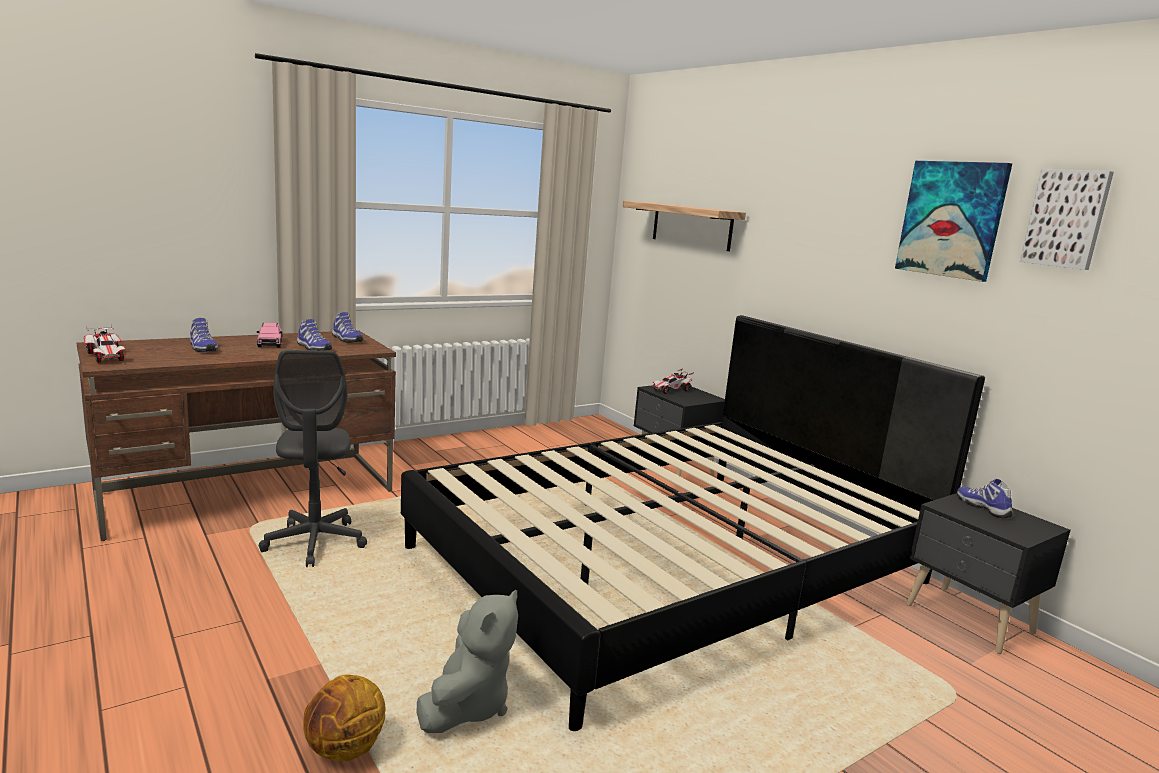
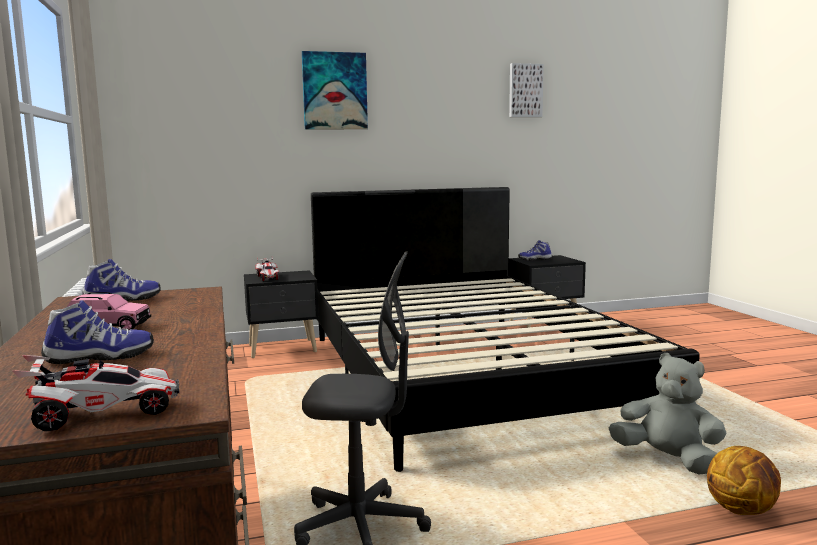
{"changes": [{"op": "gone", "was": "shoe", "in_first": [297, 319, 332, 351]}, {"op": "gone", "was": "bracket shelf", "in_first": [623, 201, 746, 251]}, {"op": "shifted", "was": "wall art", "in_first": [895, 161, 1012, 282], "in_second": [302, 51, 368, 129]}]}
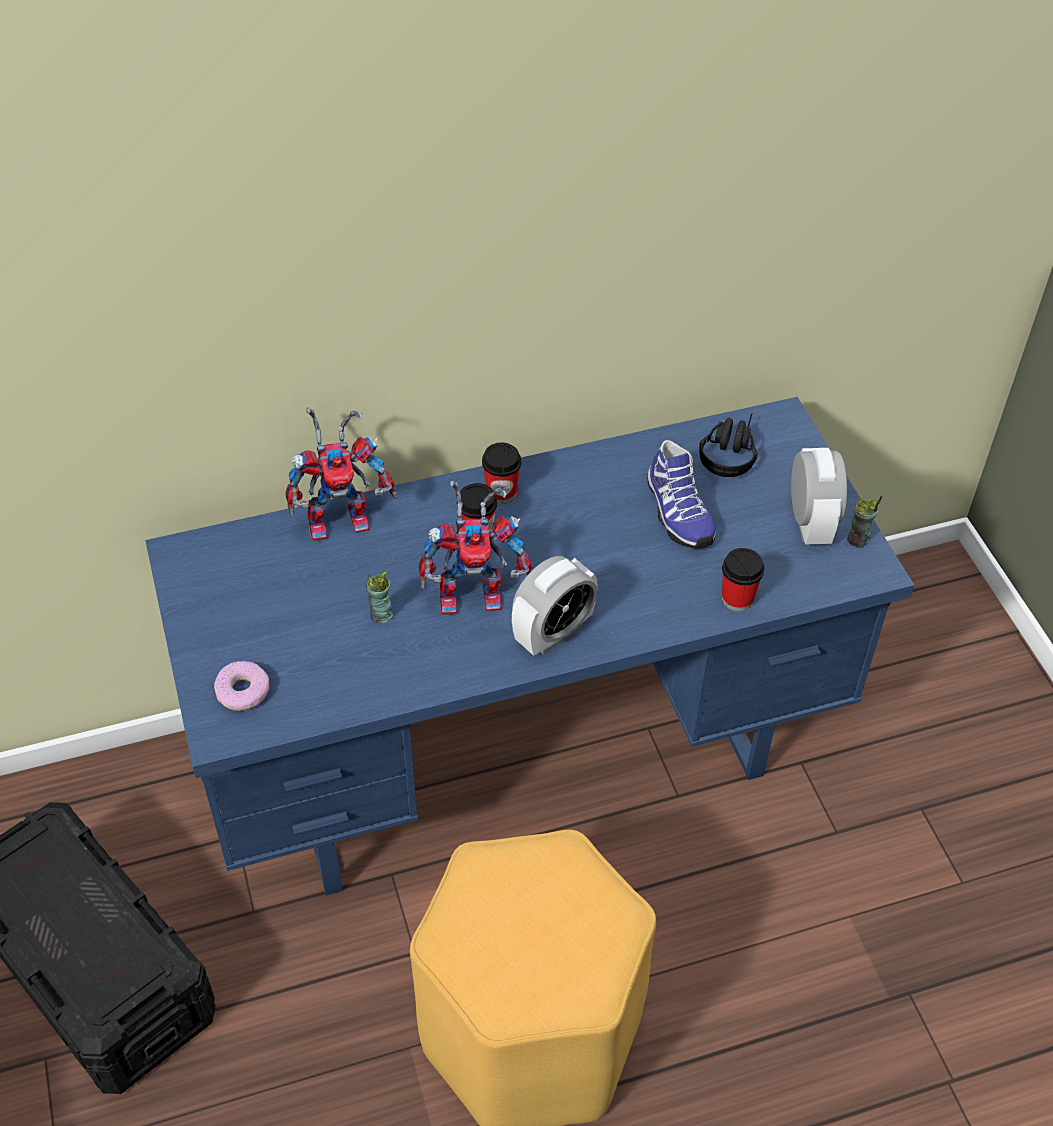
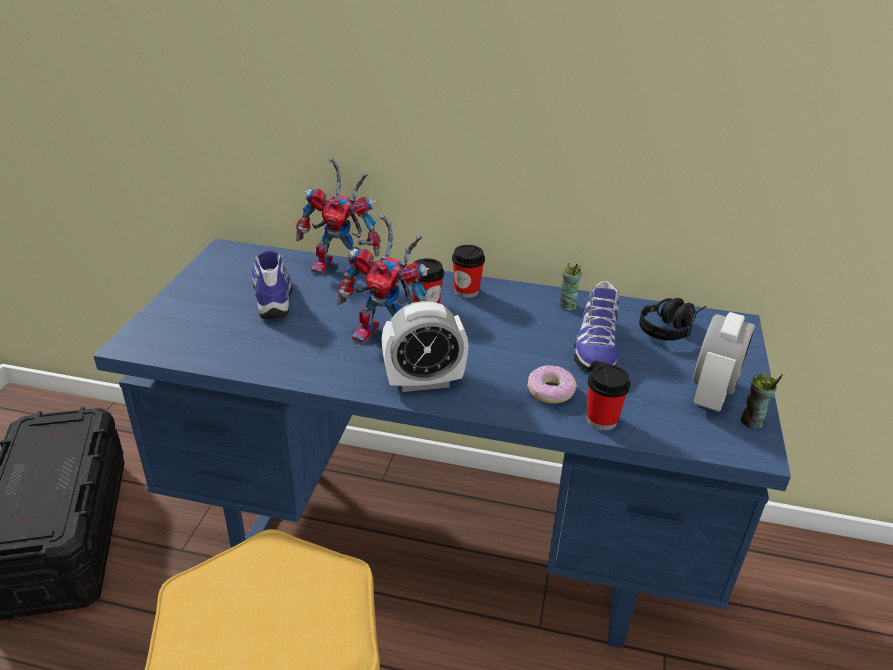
{"changes": [{"op": "shifted", "was": "donut", "in_first": [214, 661, 269, 711], "in_second": [527, 365, 577, 403]}, {"op": "shifted", "was": "small cup", "in_first": [366, 572, 393, 624], "in_second": [559, 263, 583, 311]}, {"op": "new", "now": "shoe", "in_second": [252, 250, 293, 320]}]}
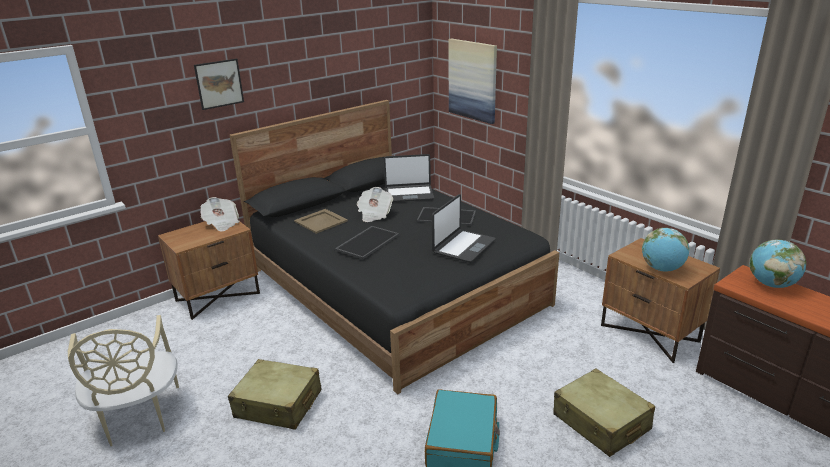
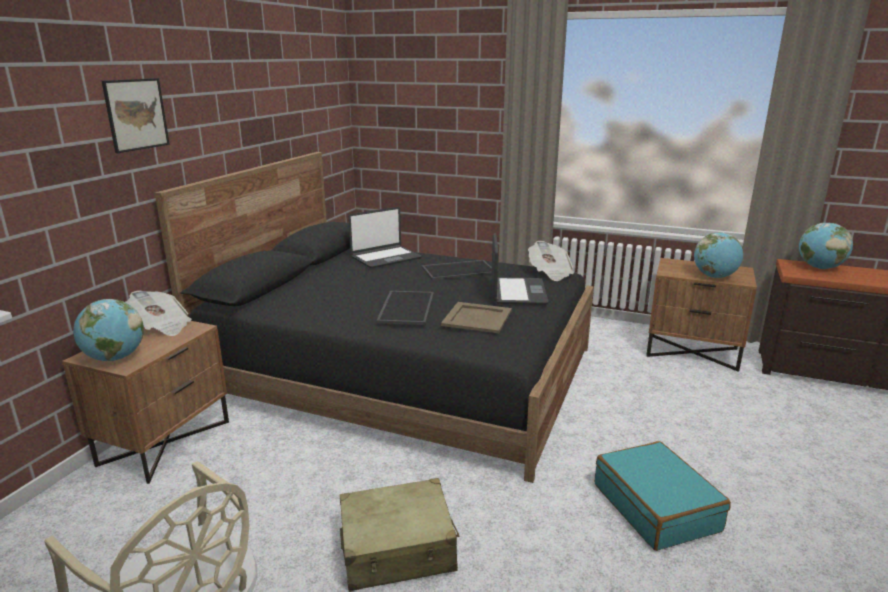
{"changes": [{"op": "shifted", "was": "serving tray (beige-coloured)", "in_first": [294, 209, 348, 234], "in_second": [441, 302, 512, 333]}, {"op": "shifted", "was": "newspaper", "in_first": [357, 187, 393, 222], "in_second": [528, 241, 574, 281]}, {"op": "gone", "was": "wall art", "in_first": [448, 38, 497, 124]}, {"op": "gone", "was": "suitcase (beige-coloured)", "in_first": [553, 368, 655, 457]}, {"op": "new", "now": "desk globe", "in_second": [73, 299, 144, 361]}]}
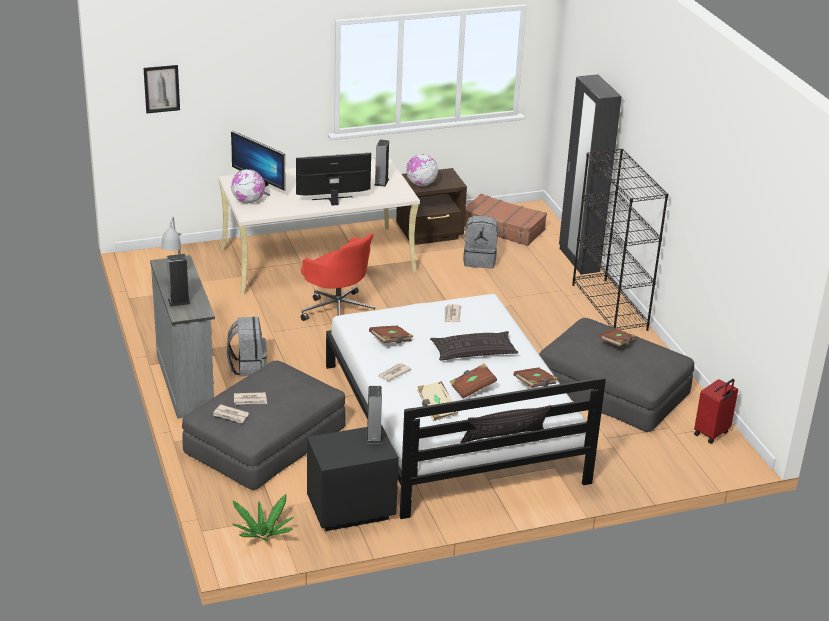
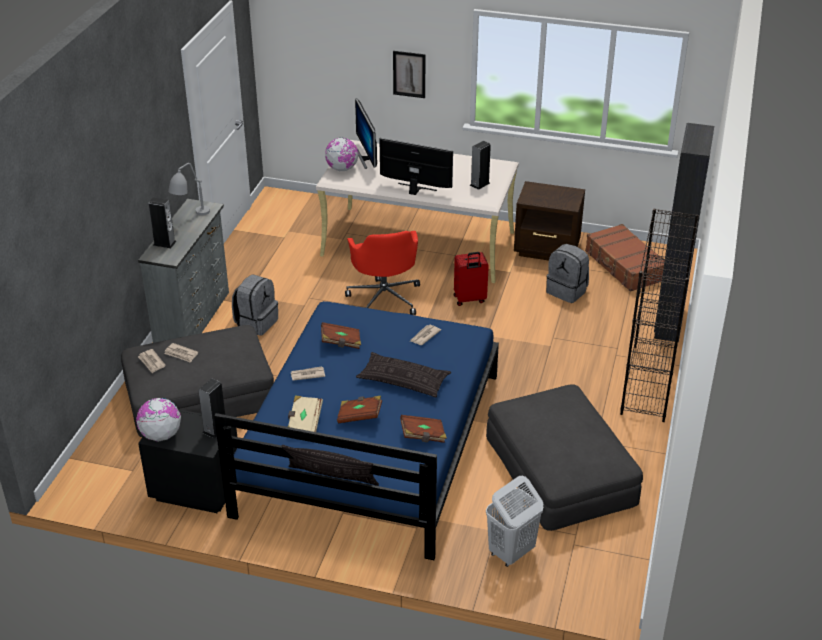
{"changes": [{"op": "shifted", "was": "wall art", "in_first": [144, 65, 180, 113], "in_second": [393, 51, 426, 98]}, {"op": "gone", "was": "potted plant", "in_first": [232, 494, 293, 541]}, {"op": "repainted", "was": "bed (white)", "now": "bed (blue)", "in_first": [326, 294, 606, 519], "in_second": [214, 301, 499, 560]}, {"op": "shifted", "was": "desk globe", "in_first": [406, 154, 438, 186], "in_second": [136, 398, 181, 442]}, {"op": "gone", "was": "bound book (brownish)", "in_first": [599, 328, 636, 347]}, {"op": "shifted", "was": "suitcase (reddish)", "in_first": [694, 379, 738, 444], "in_second": [454, 252, 489, 306]}, {"op": "new", "now": "hamper (white)", "in_second": [486, 476, 543, 567]}]}
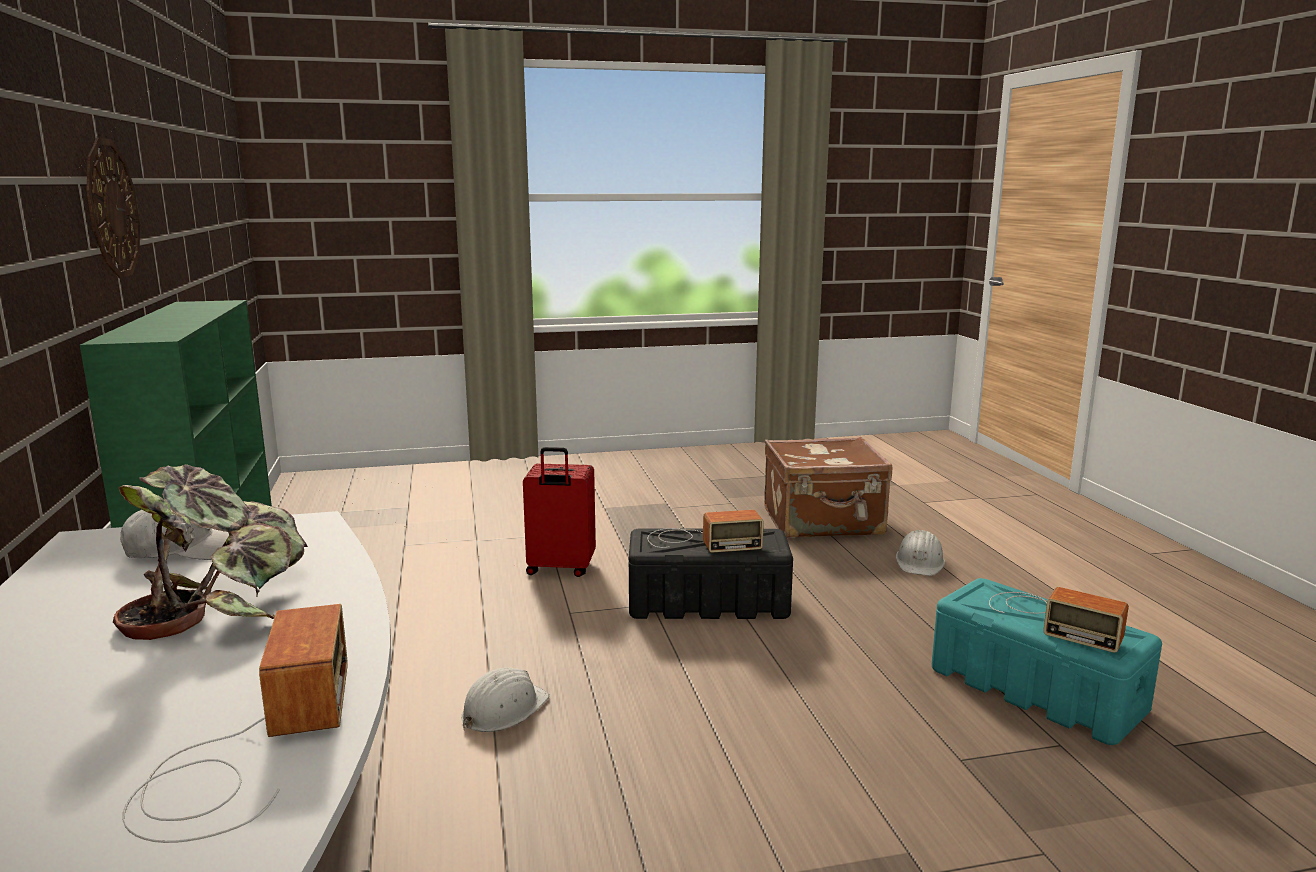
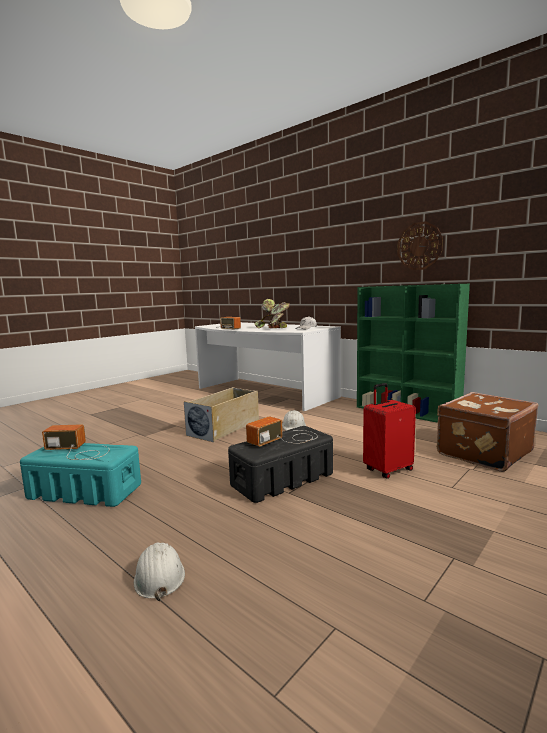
{"changes": [{"op": "shifted", "was": "suitcase (brownish)", "in_first": [764, 437, 892, 538], "in_second": [437, 392, 538, 472]}, {"op": "new", "now": "storage bin (beige-coloured)", "in_second": [184, 387, 259, 442]}]}
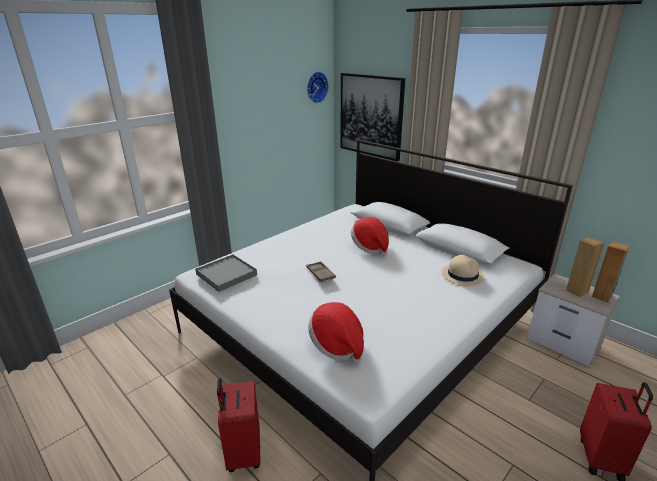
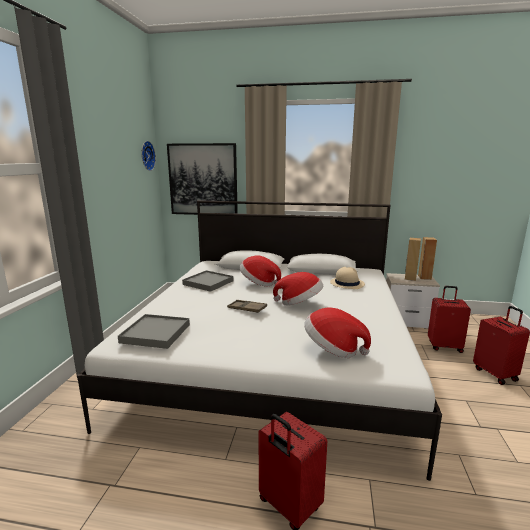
{"changes": [{"op": "new", "now": "serving tray (gray)", "in_second": [182, 270, 233, 292]}, {"op": "new", "now": "clothing hat", "in_second": [273, 272, 323, 305]}, {"op": "new", "now": "suitcase (reddish)", "in_second": [428, 286, 471, 353]}]}
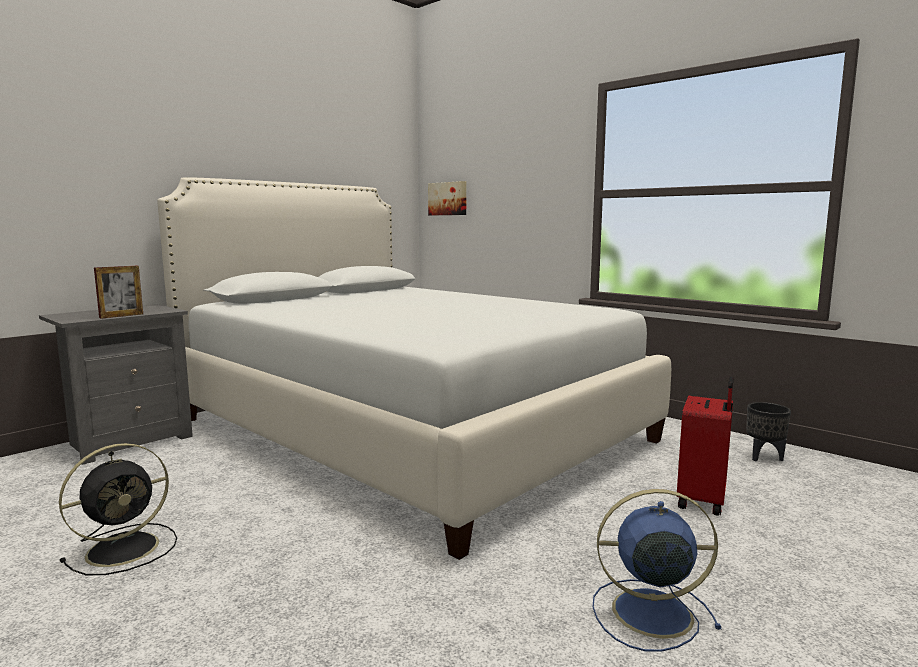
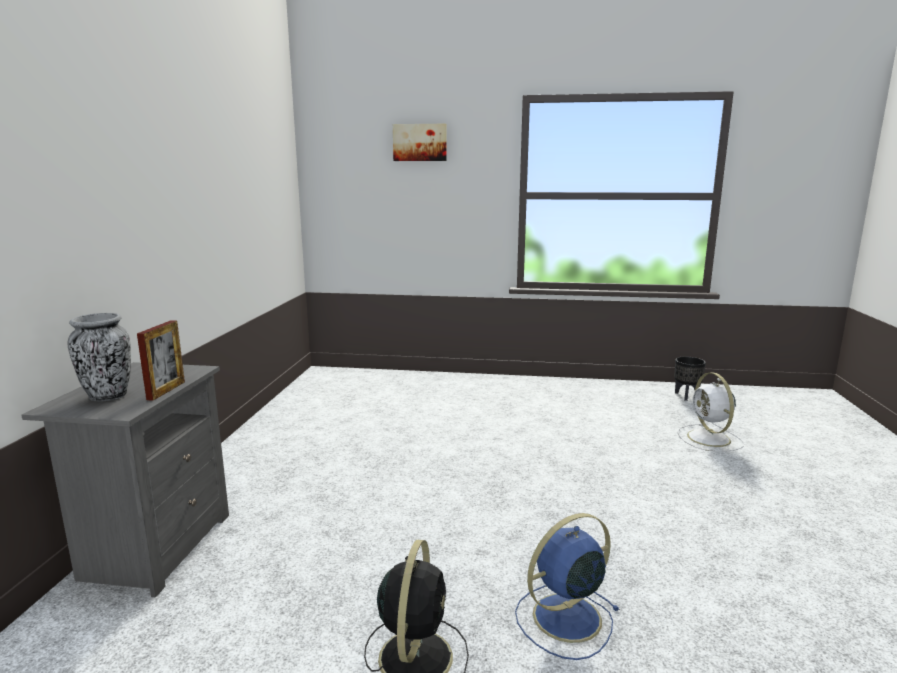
{"changes": [{"op": "gone", "was": "bed (white)", "in_first": [157, 177, 671, 560]}, {"op": "shifted", "was": "wall art", "in_first": [428, 181, 466, 215], "in_second": [393, 124, 447, 161]}, {"op": "shifted", "was": "electric fan (blue)", "in_first": [593, 489, 722, 652], "in_second": [515, 513, 620, 660]}, {"op": "swapped", "was": "suitcase (reddish)", "now": "electric fan (white)", "in_first": [677, 377, 734, 516], "in_second": [677, 372, 744, 452]}, {"op": "new", "now": "vase", "in_second": [67, 313, 131, 401]}]}
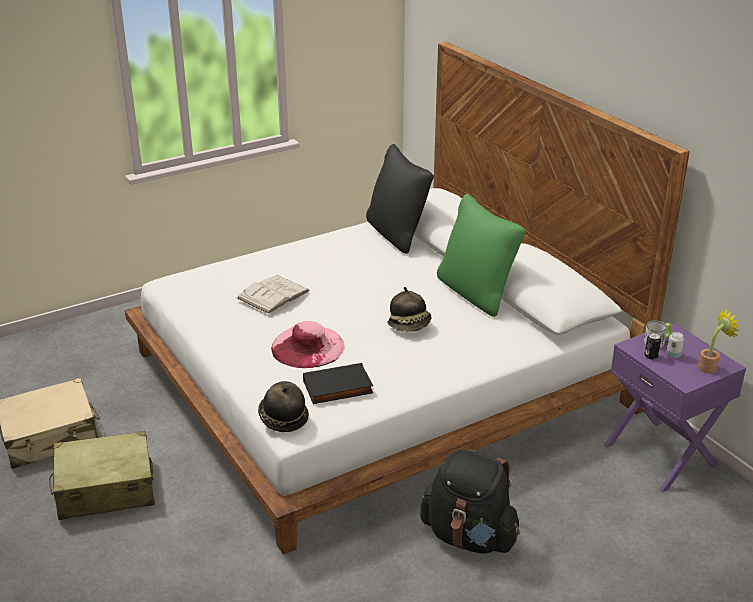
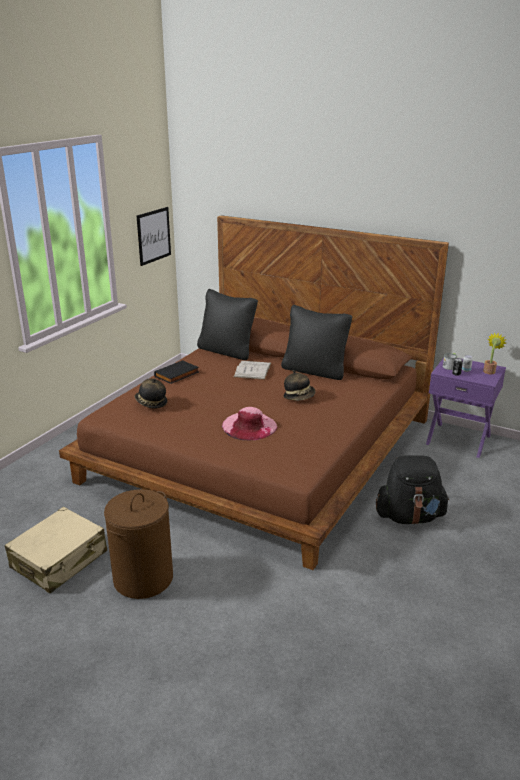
{"changes": [{"op": "swapped", "was": "suitcase (beige-coloured)", "now": "hamper (brownish)", "in_first": [49, 431, 155, 520], "in_second": [104, 489, 173, 599]}, {"op": "repainted", "was": "bed (white)", "now": "bed (brownish)", "in_first": [125, 42, 690, 555], "in_second": [59, 215, 449, 570]}, {"op": "shifted", "was": "bound book (white)", "in_first": [237, 275, 310, 314], "in_second": [234, 361, 271, 380]}, {"op": "shifted", "was": "clothing hat", "in_first": [258, 381, 309, 432], "in_second": [134, 379, 168, 409]}, {"op": "shifted", "was": "bound book (black)", "in_first": [303, 363, 373, 404], "in_second": [154, 360, 199, 384]}, {"op": "repainted", "was": "cushion (green-coloured)", "now": "cushion (black)", "in_first": [437, 193, 526, 317], "in_second": [281, 305, 352, 380]}, {"op": "new", "now": "wall art", "in_second": [137, 207, 171, 266]}]}
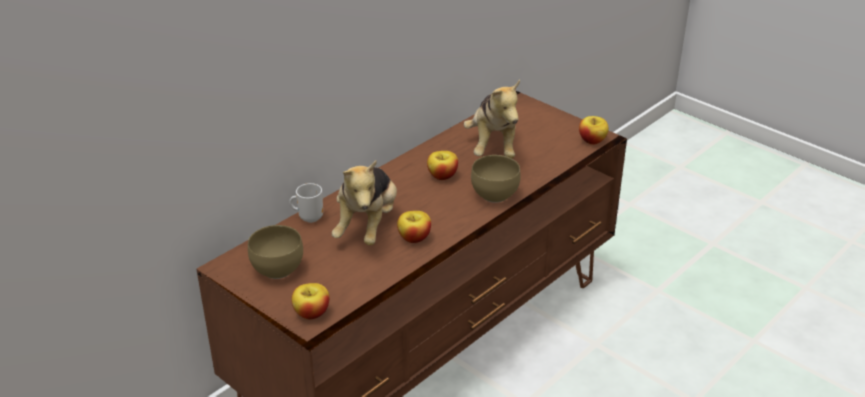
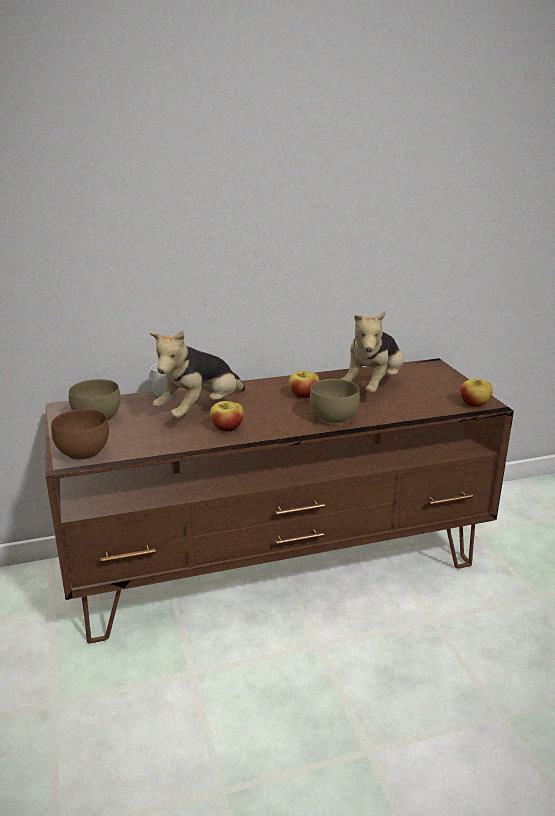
{"changes": [{"op": "swapped", "was": "apple", "now": "bowl (brownish)", "in_first": [291, 283, 329, 319], "in_second": [51, 409, 109, 460]}]}
